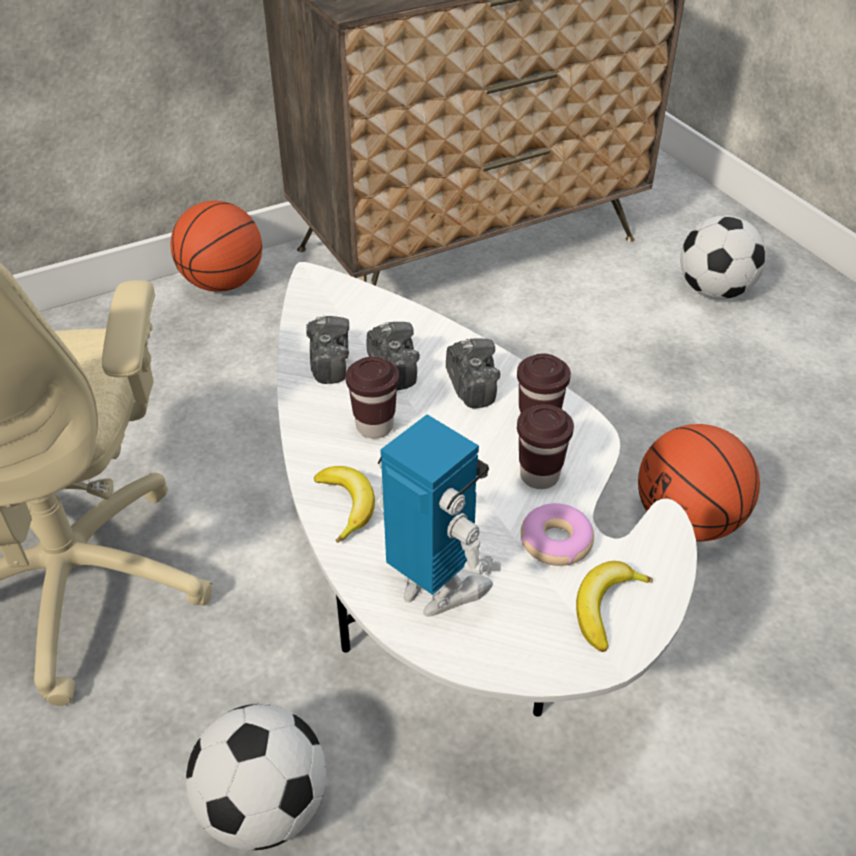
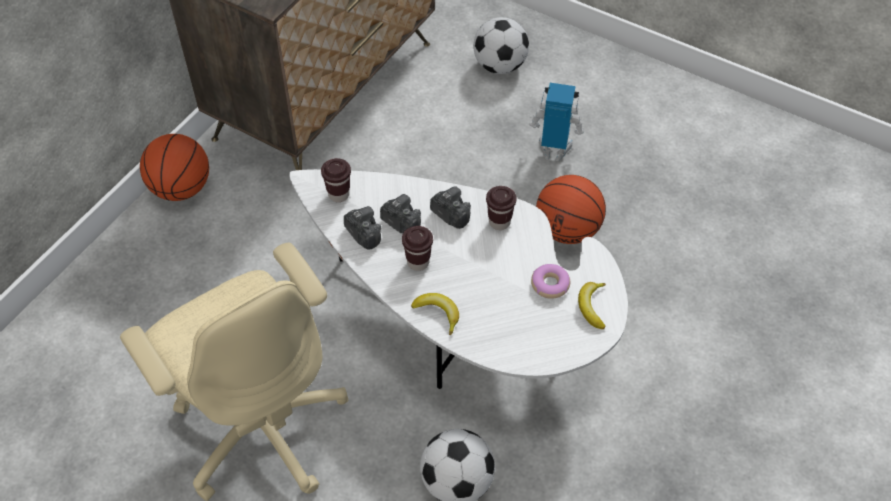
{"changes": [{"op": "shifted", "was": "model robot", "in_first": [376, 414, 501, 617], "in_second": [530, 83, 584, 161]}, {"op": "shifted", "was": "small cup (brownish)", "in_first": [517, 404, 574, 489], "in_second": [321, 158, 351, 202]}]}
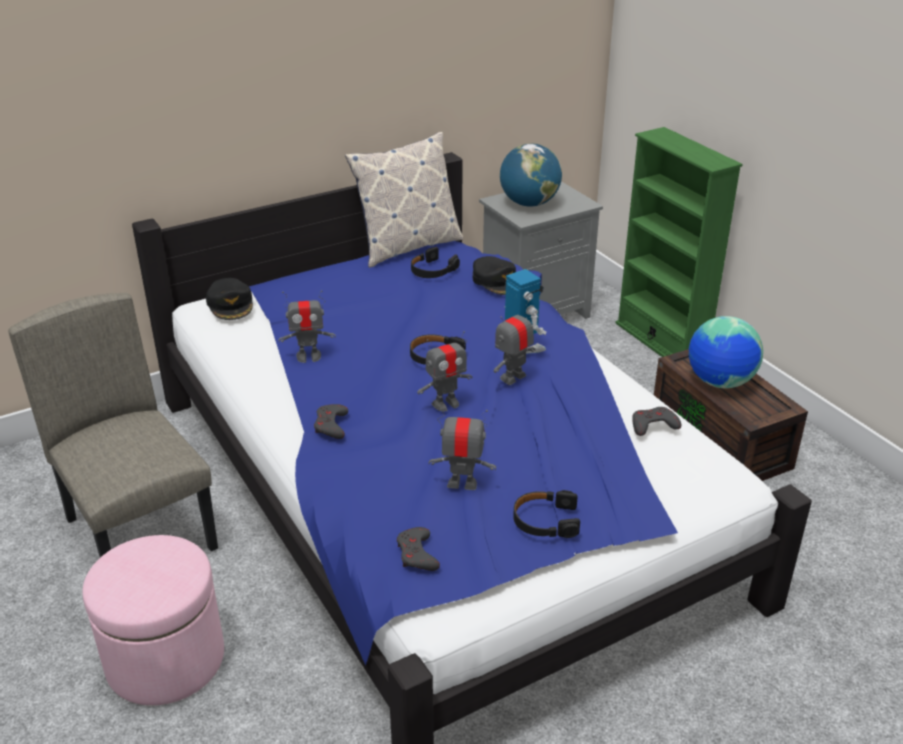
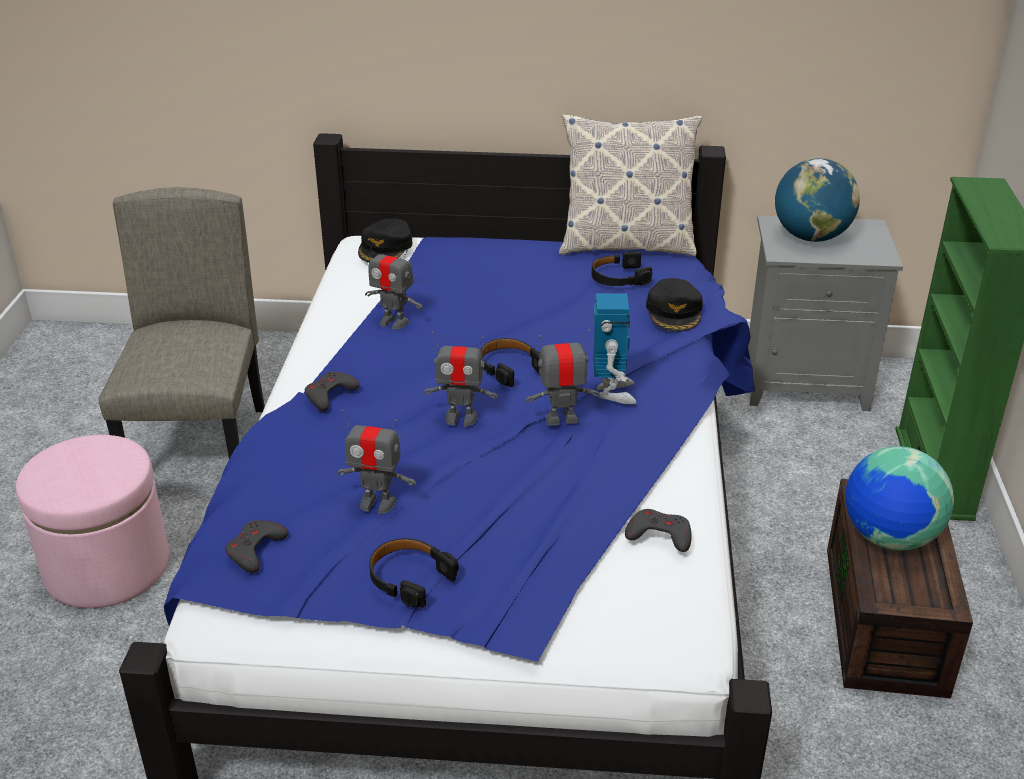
{"changes": [{"op": "rotated", "was": "model robot", "in_first": [429, 408, 496, 490], "in_second": [337, 409, 416, 514], "clockwise": 150}]}
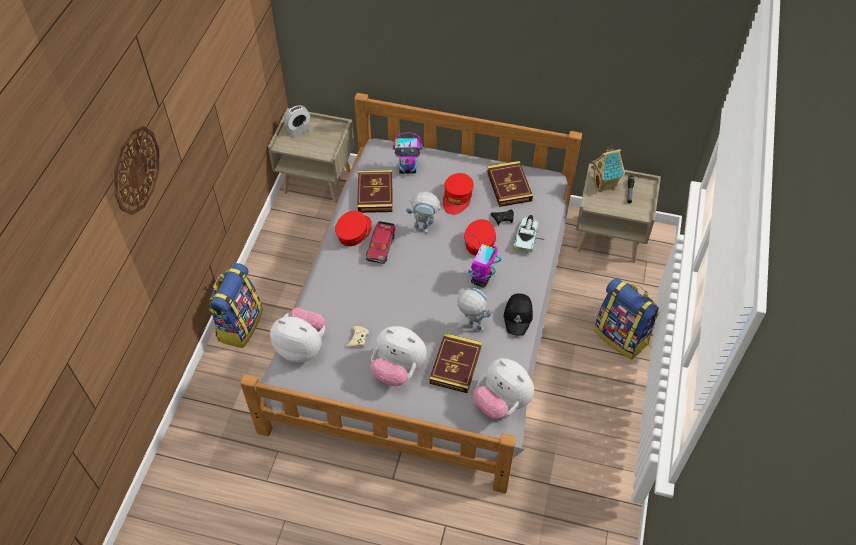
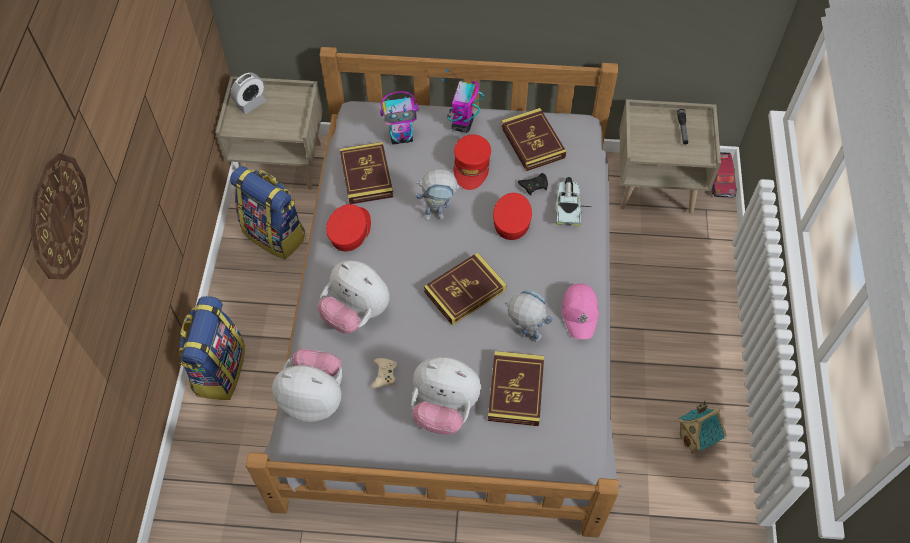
{"changes": [{"op": "shifted", "was": "model car", "in_first": [366, 221, 395, 264], "in_second": [712, 152, 737, 198]}, {"op": "shifted", "was": "model robot", "in_first": [466, 233, 501, 287], "in_second": [441, 69, 484, 133]}, {"op": "shifted", "was": "soft toy", "in_first": [474, 358, 534, 419], "in_second": [318, 260, 390, 334]}, {"op": "repainted", "was": "baseball cap (black)", "now": "baseball cap (pink-coloured)", "in_first": [504, 293, 533, 336], "in_second": [562, 283, 599, 339]}, {"op": "shifted", "was": "toy house", "in_first": [592, 145, 625, 192], "in_second": [678, 401, 726, 454]}, {"op": "shifted", "was": "backpack", "in_first": [594, 278, 659, 360], "in_second": [230, 166, 305, 260]}, {"op": "new", "now": "bound book", "in_second": [424, 252, 507, 325]}]}
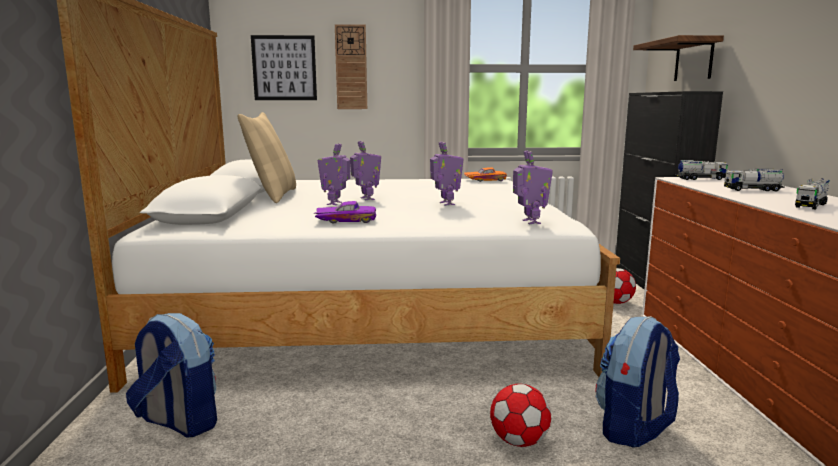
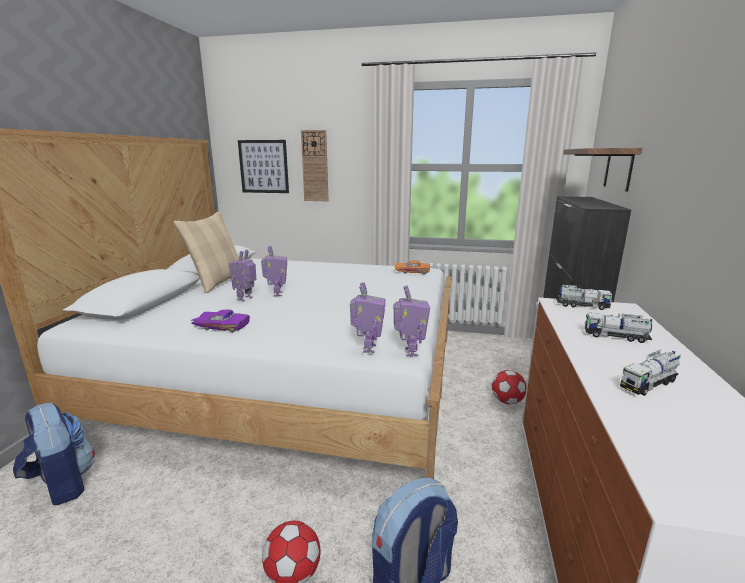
{"changes": [{"op": "shifted", "was": "model robot", "in_first": [430, 142, 464, 206], "in_second": [394, 286, 430, 357]}]}
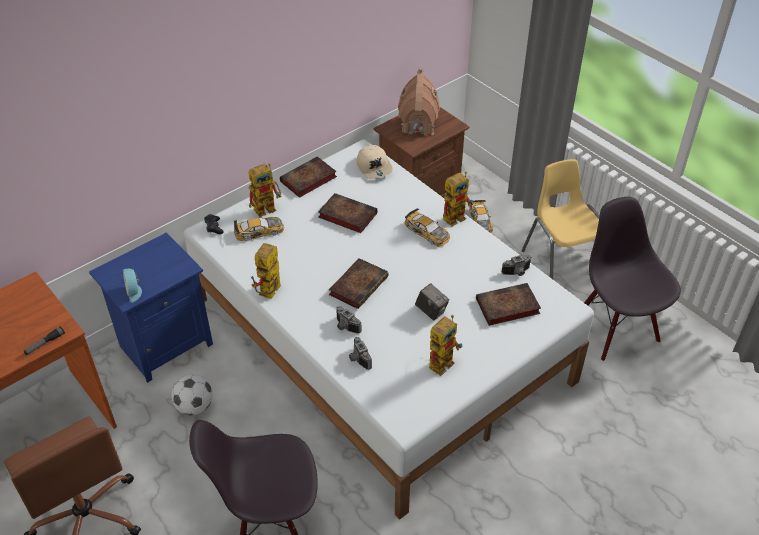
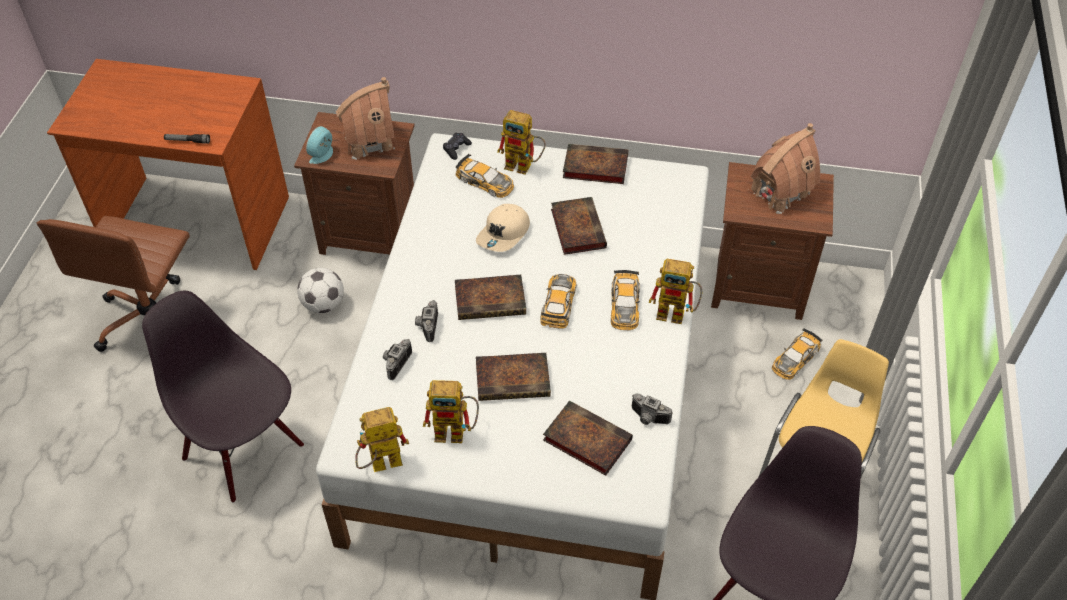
{"changes": [{"op": "repainted", "was": "nightstand (blue)", "now": "nightstand (brownish)", "in_first": [89, 232, 213, 383], "in_second": [294, 112, 415, 255]}, {"op": "shifted", "was": "model robot", "in_first": [251, 243, 281, 299], "in_second": [355, 407, 409, 472]}, {"op": "shifted", "was": "baseball cap (beige-coloured)", "in_first": [356, 145, 393, 179], "in_second": [476, 204, 530, 252]}, {"op": "swapped", "was": "photo camera", "now": "bound book", "in_first": [415, 283, 449, 321], "in_second": [476, 353, 551, 401]}, {"op": "new", "now": "toy house", "in_second": [336, 77, 395, 160]}, {"op": "new", "now": "model car", "in_second": [540, 274, 576, 329]}]}
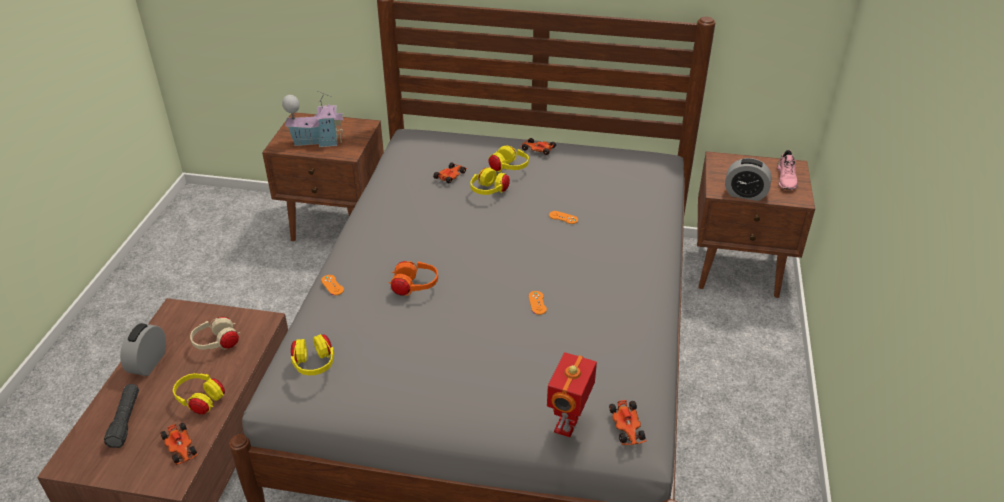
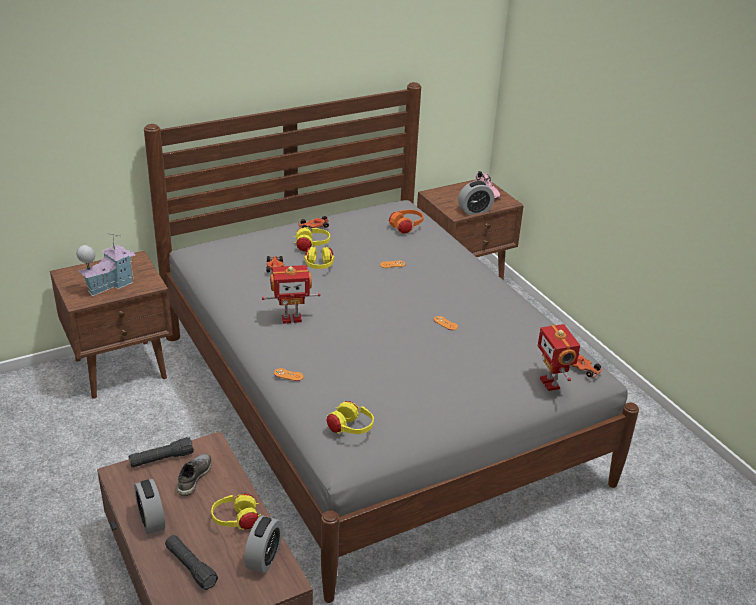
{"changes": [{"op": "swapped", "was": "model car", "now": "bedside clock", "in_first": [160, 423, 198, 465], "in_second": [244, 515, 283, 573]}, {"op": "swapped", "was": "headset (beige-coloured)", "now": "shoe (gray)", "in_first": [190, 317, 240, 350], "in_second": [177, 454, 212, 496]}, {"op": "shifted", "was": "headset (orangey)", "in_first": [388, 261, 438, 296], "in_second": [389, 210, 424, 234]}, {"op": "new", "now": "flashlight (black)", "in_second": [129, 437, 194, 467]}, {"op": "new", "now": "model robot", "in_second": [262, 265, 321, 324]}]}
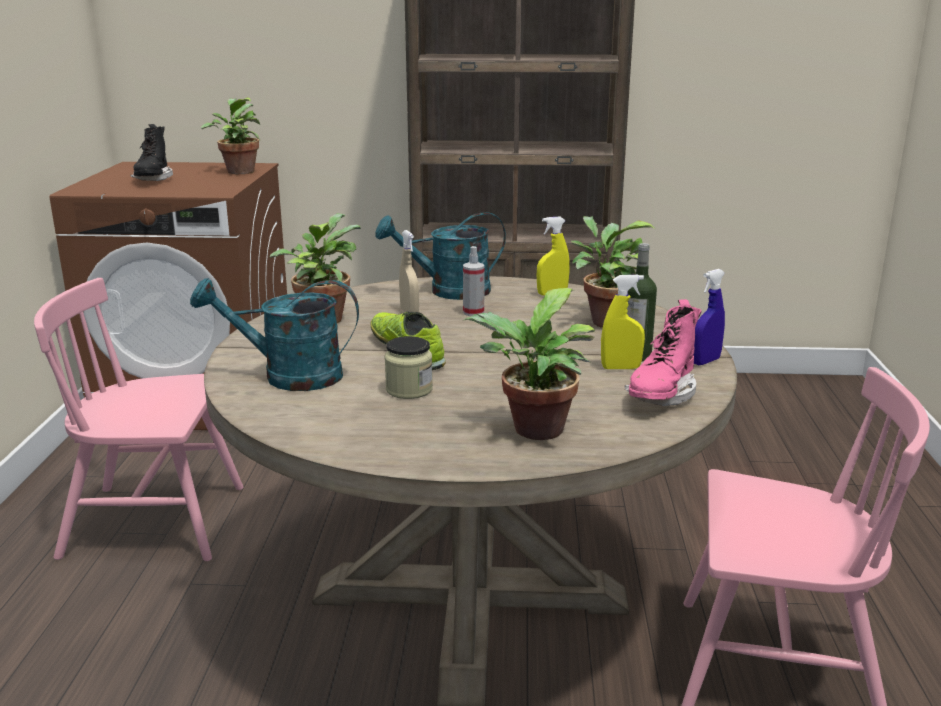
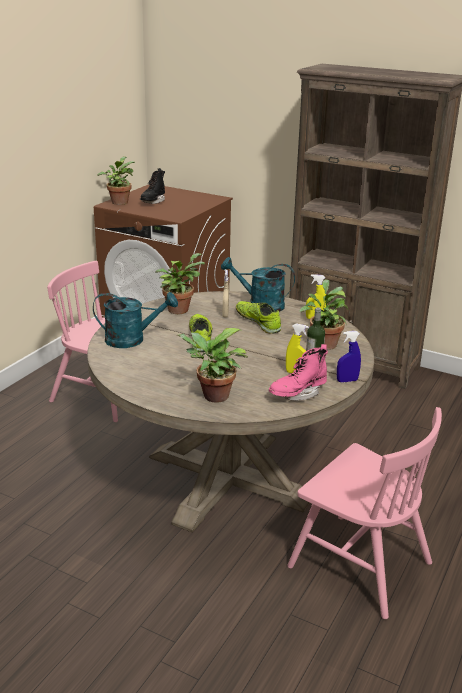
{"changes": [{"op": "rotated", "was": "sprinkling can (blue-green)", "in_first": [190, 278, 359, 391], "in_second": [93, 292, 178, 348], "clockwise": 150}, {"op": "shifted", "was": "potted plant", "in_first": [201, 97, 260, 174], "in_second": [97, 156, 135, 205]}, {"op": "gone", "was": "preserve jar", "in_first": [385, 336, 433, 399]}, {"op": "swapped", "was": "sprayer", "now": "shoe", "in_first": [463, 246, 485, 316], "in_second": [236, 301, 281, 334]}]}
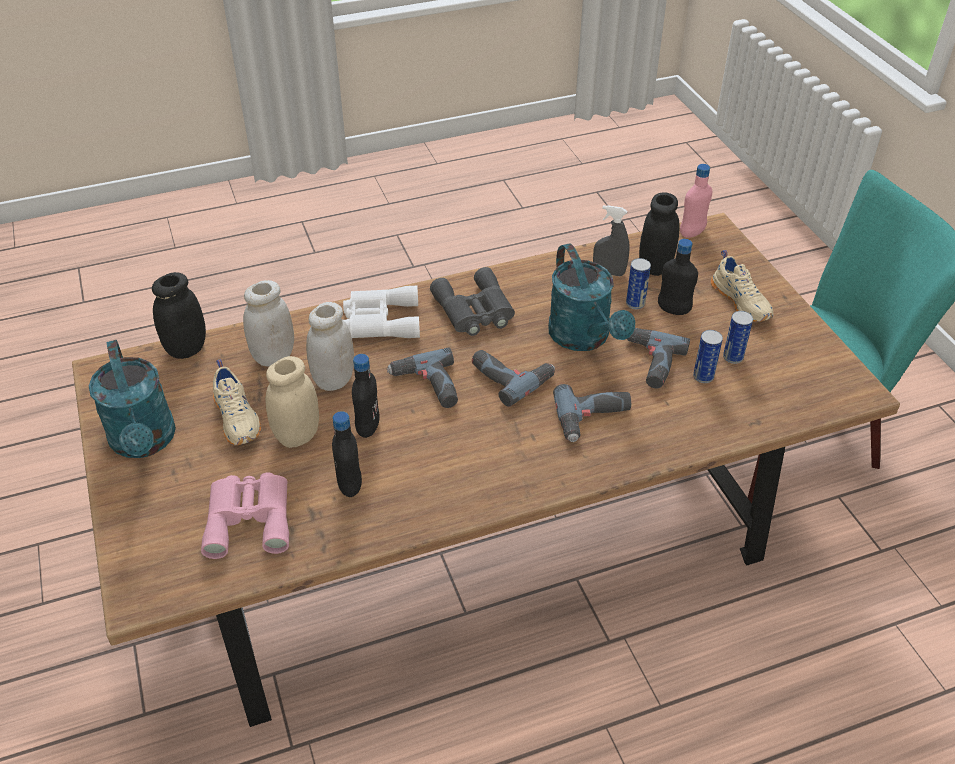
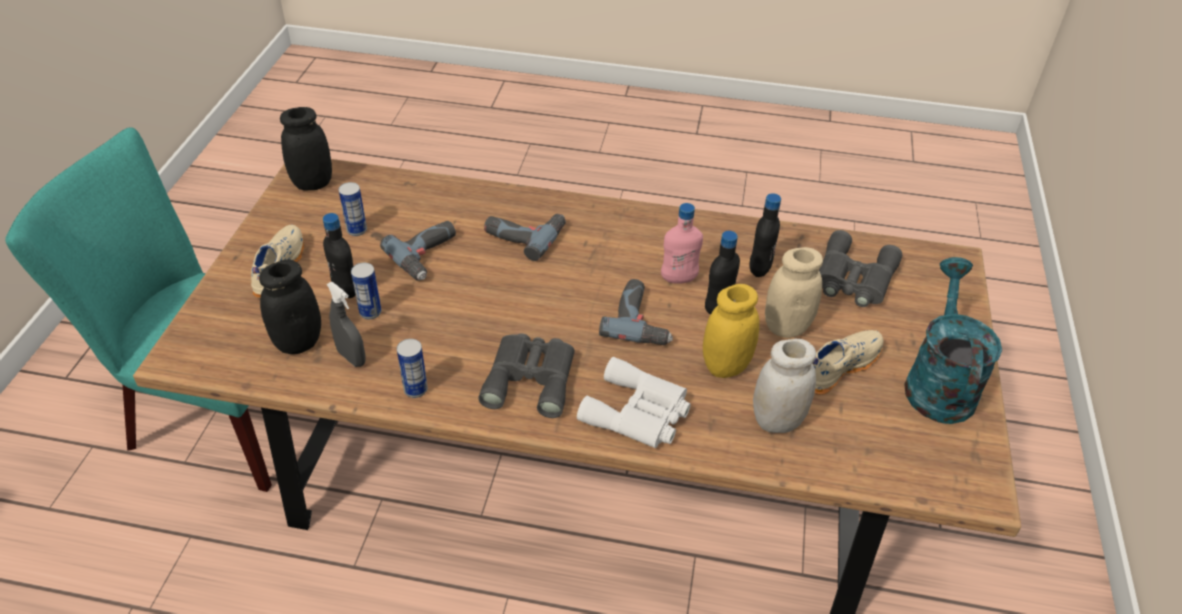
{"changes": [{"op": "shifted", "was": "preserve jar (black)", "in_first": [152, 272, 206, 359], "in_second": [280, 107, 332, 190]}, {"op": "repainted", "was": "field glasses (pink-coloured)", "now": "field glasses (gray)", "in_first": [201, 472, 289, 559], "in_second": [819, 230, 902, 307]}, {"op": "rotated", "was": "shoe (beige-coloured)", "in_first": [213, 359, 261, 446], "in_second": [812, 330, 884, 395], "clockwise": 45}, {"op": "repainted", "was": "preserve jar (white)", "now": "preserve jar (yellow-coloured)", "in_first": [306, 302, 354, 391], "in_second": [703, 284, 759, 378]}, {"op": "gone", "was": "drill", "in_first": [472, 350, 555, 407]}, {"op": "gone", "was": "sprinkling can (blue-green)", "in_first": [548, 244, 635, 351]}, {"op": "shifted", "was": "bottle (pink-coloured)", "in_first": [680, 164, 712, 238], "in_second": [661, 203, 703, 284]}, {"op": "shifted", "was": "sealed can", "in_first": [693, 330, 723, 383], "in_second": [397, 339, 428, 398]}]}
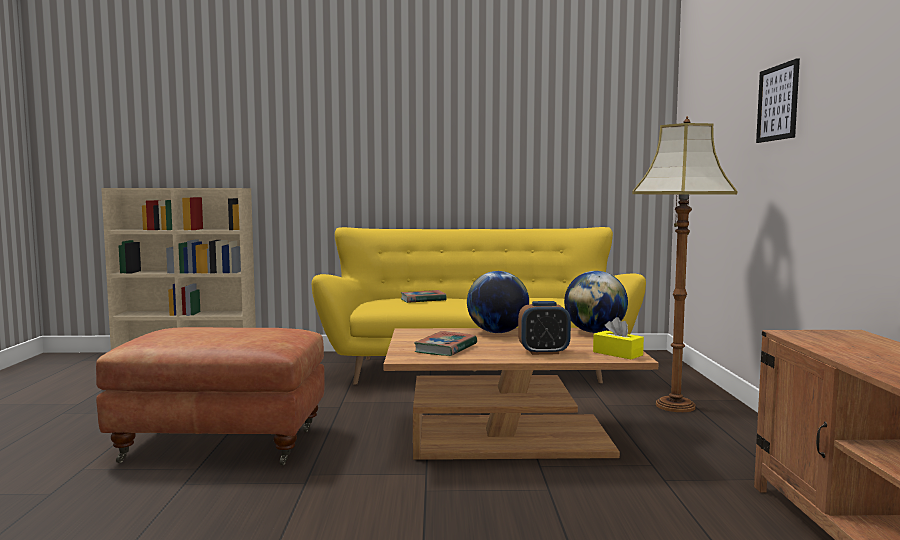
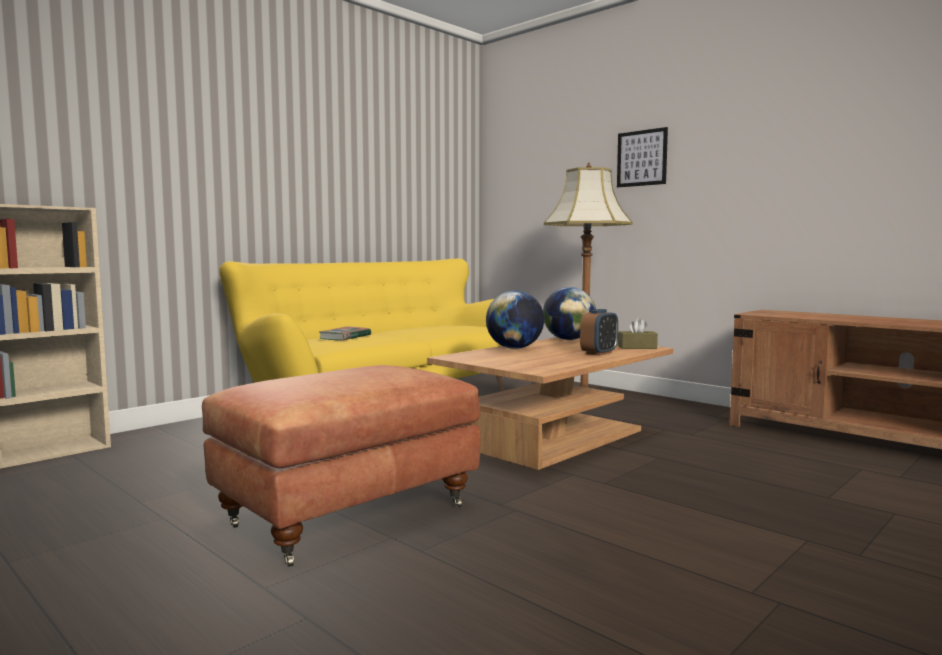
{"changes": [{"op": "gone", "was": "bound book", "in_first": [414, 331, 477, 356]}, {"op": "repainted", "was": "tissue box (yellow-coloured)", "now": "tissue box (brownish)", "in_first": [593, 317, 644, 359], "in_second": [618, 318, 658, 349]}]}
